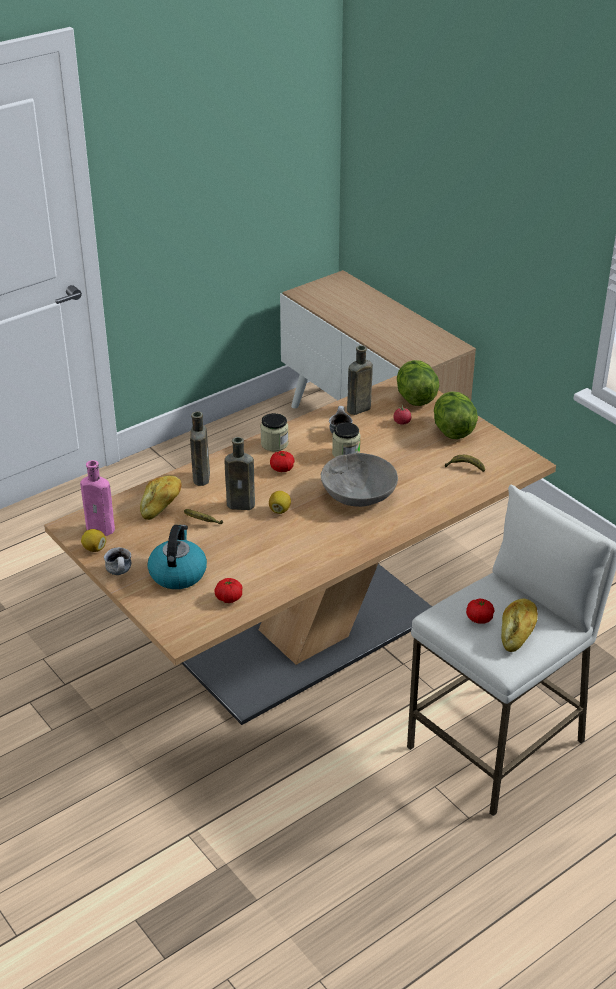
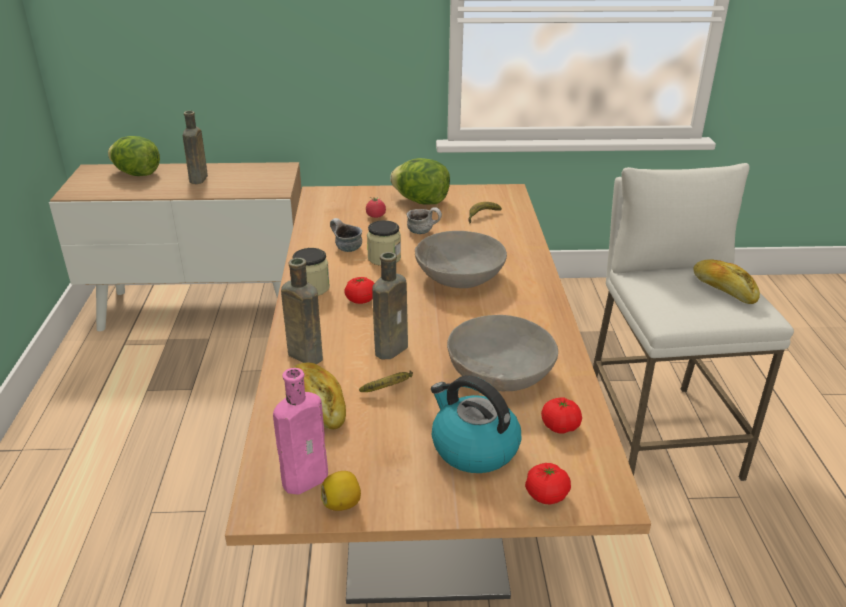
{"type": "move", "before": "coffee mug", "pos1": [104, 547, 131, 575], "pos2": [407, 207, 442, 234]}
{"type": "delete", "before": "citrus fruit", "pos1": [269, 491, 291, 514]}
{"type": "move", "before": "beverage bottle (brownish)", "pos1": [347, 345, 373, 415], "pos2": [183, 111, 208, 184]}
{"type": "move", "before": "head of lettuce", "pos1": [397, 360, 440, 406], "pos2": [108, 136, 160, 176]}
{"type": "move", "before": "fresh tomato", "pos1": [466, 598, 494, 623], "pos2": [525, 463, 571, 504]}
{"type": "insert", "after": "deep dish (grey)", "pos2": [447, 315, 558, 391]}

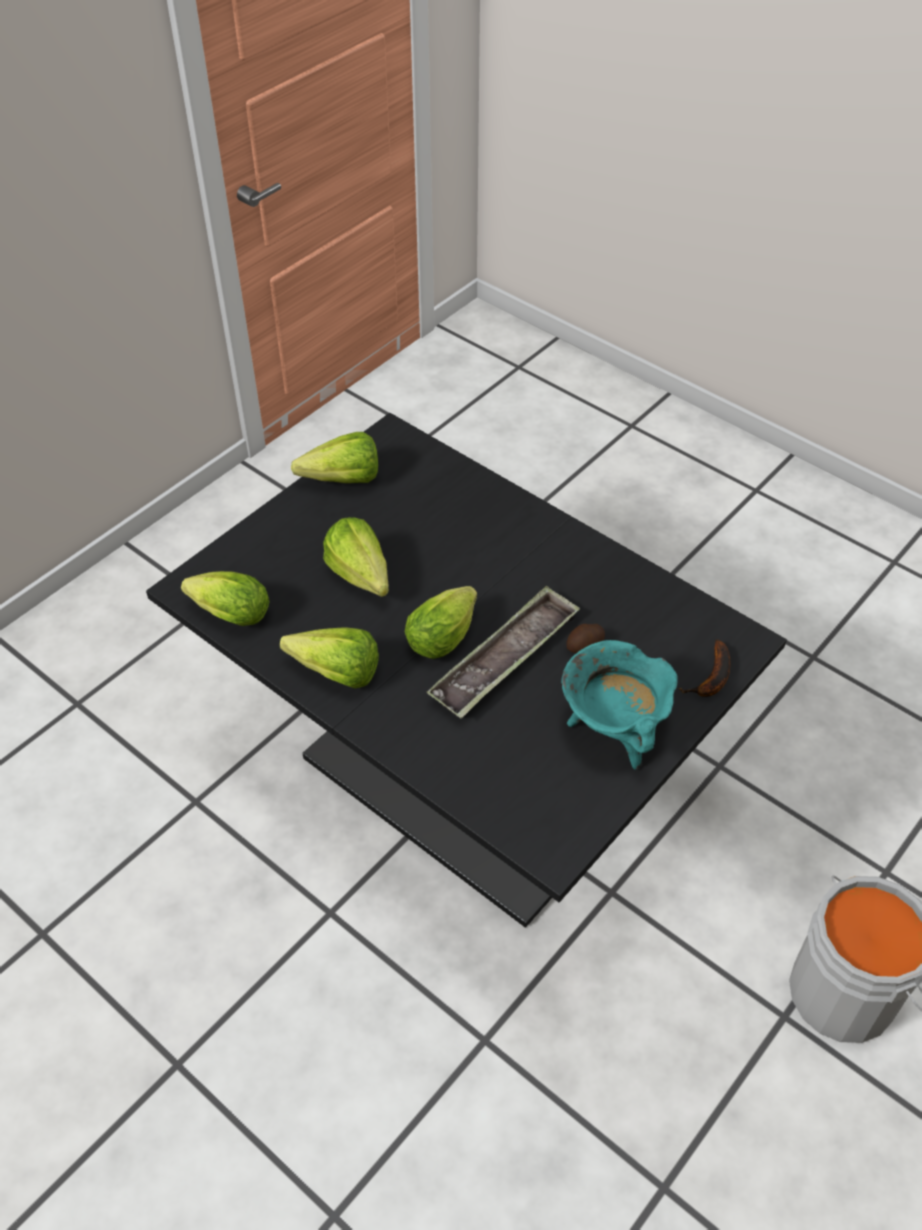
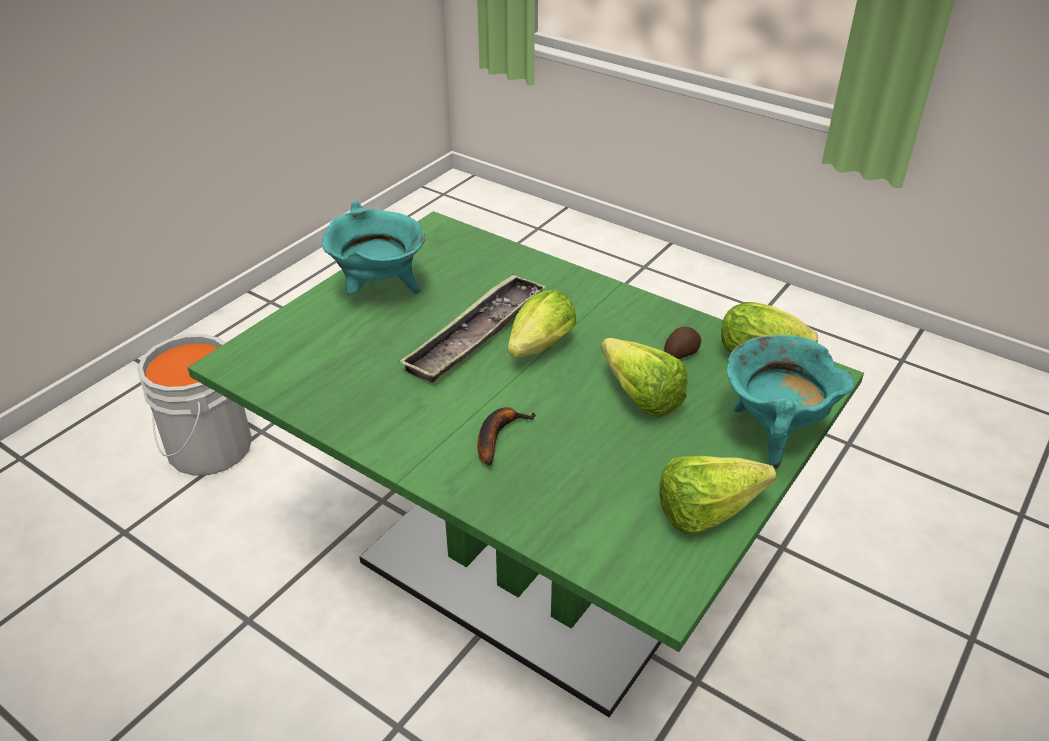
{"type": "recolor", "before": "kitchen table (black-coloured)", "after": "kitchen table (green)", "pos1": [146, 413, 787, 928], "pos2": [188, 211, 864, 717]}
{"type": "delete", "before": "head of lettuce", "pos1": [280, 627, 379, 689]}
{"type": "move", "before": "potato", "pos1": [566, 624, 605, 653], "pos2": [664, 327, 701, 359]}
{"type": "move", "before": "whole banana", "pos1": [678, 639, 730, 697], "pos2": [477, 407, 536, 466]}
{"type": "insert", "after": "saucepot (blue-green)", "pos2": [726, 335, 854, 469]}

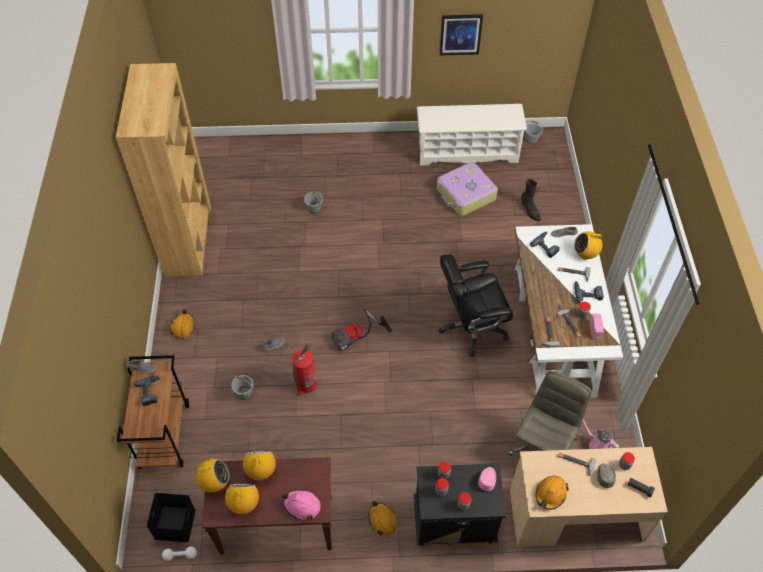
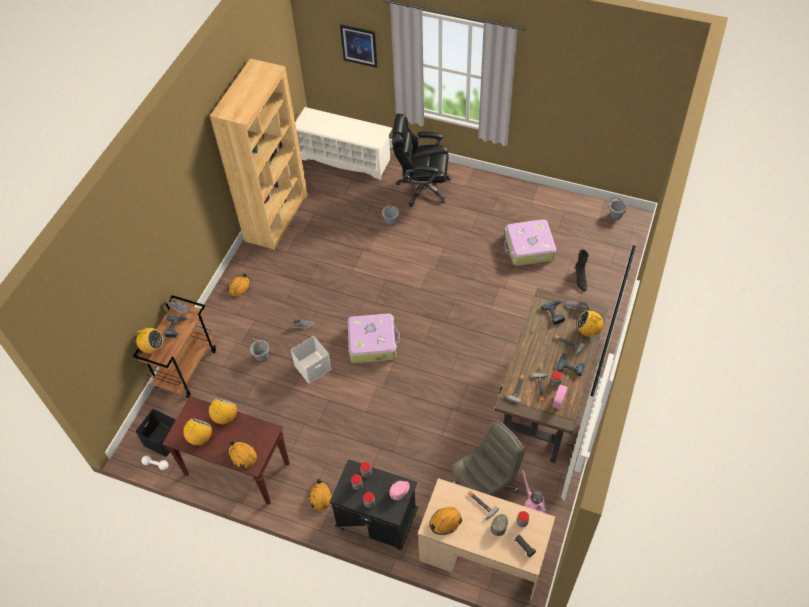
{"type": "move", "before": "radio", "pos1": [196, 459, 230, 493], "pos2": [132, 328, 163, 353]}
{"type": "recolor", "before": "safety helmet (pink)", "after": "safety helmet (orange)", "pos1": [282, 490, 321, 520], "pos2": [228, 440, 257, 469]}
{"type": "replace", "before": "extinguisher", "after": "storage bin (whitish)", "pos1": [292, 344, 317, 395], "pos2": [291, 336, 332, 383]}
{"type": "replace", "before": "hoover", "after": "suitcase", "pos1": [331, 309, 392, 351], "pos2": [347, 314, 400, 363]}
{"type": "move", "before": "shoe rack (whitish)", "pos1": [417, 104, 527, 166], "pos2": [295, 107, 392, 180]}
{"type": "move", "before": "picture", "pos1": [439, 14, 483, 55], "pos2": [340, 24, 378, 68]}
{"type": "move", "before": "desk chair (black-coloured)", "pos1": [439, 254, 513, 357], "pos2": [392, 114, 451, 207]}
{"type": "recolor", "before": "desk table (whitish)", "after": "desk table (brownish)", "pos1": [514, 224, 623, 398], "pos2": [495, 287, 609, 463]}

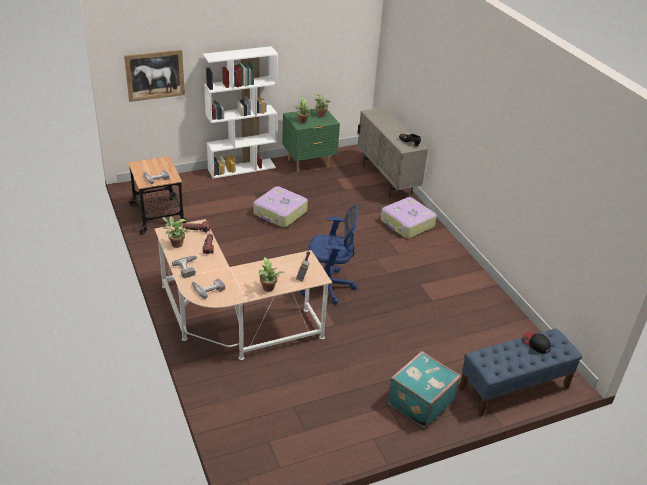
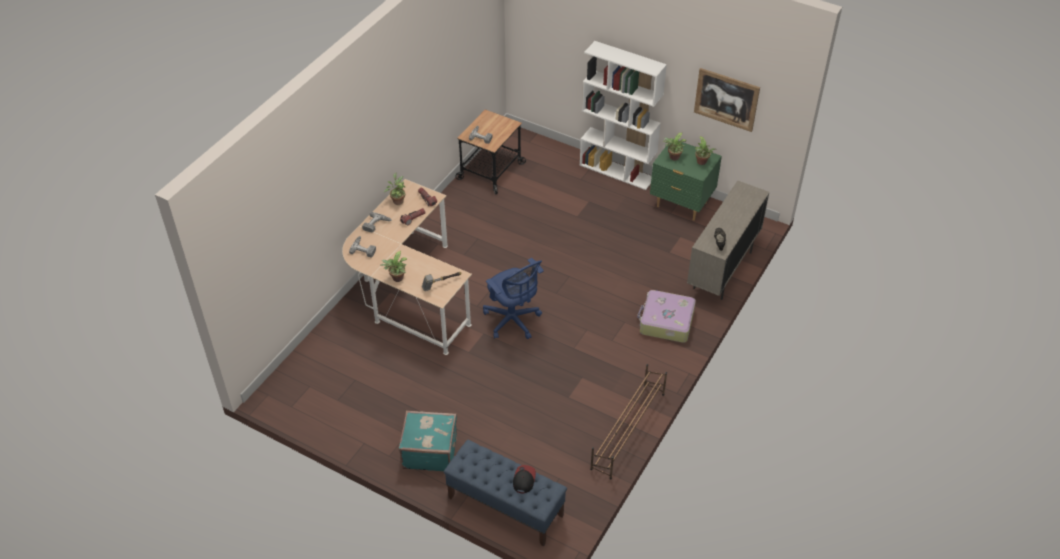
{"type": "move", "before": "picture", "pos1": [124, 49, 185, 102], "pos2": [694, 68, 760, 132]}
{"type": "delete", "before": "suitcase", "pos1": [253, 186, 308, 227]}
{"type": "insert", "after": "shoe rack (brownish)", "pos2": [590, 364, 667, 479]}

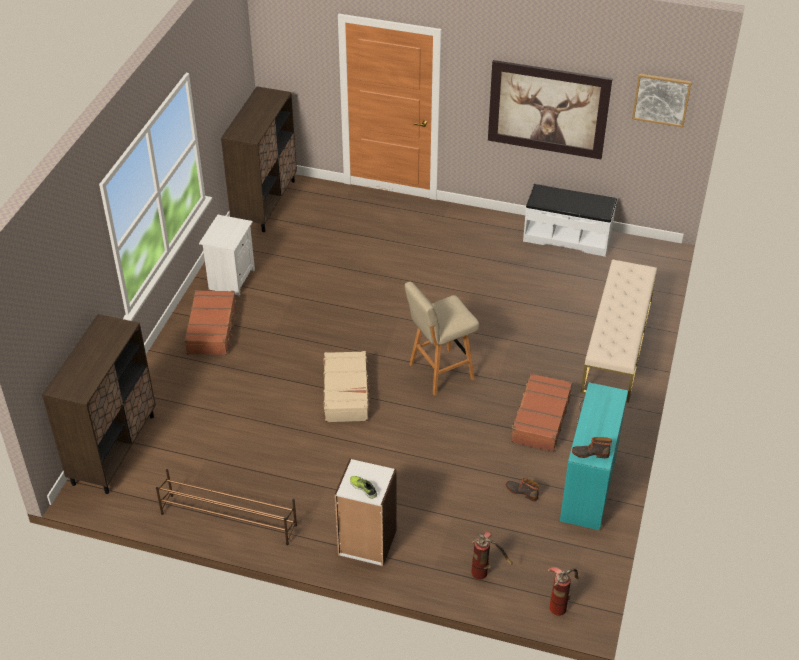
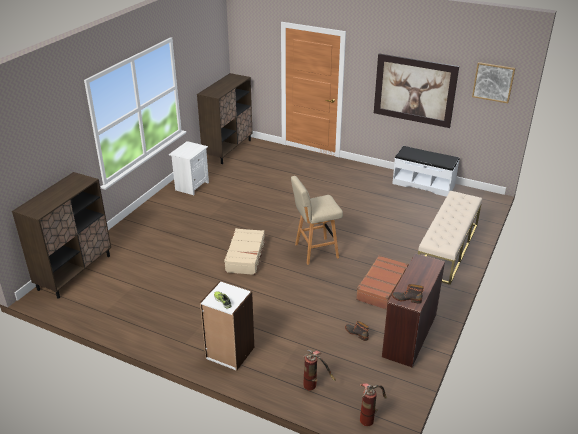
{"type": "delete", "before": "shoe rack (brownish)", "pos1": [156, 469, 297, 545]}
{"type": "delete", "before": "suitcase (brownish)", "pos1": [184, 290, 238, 355]}
{"type": "recolor", "before": "desk table (blue-green)", "after": "desk table (brownish)", "pos1": [560, 383, 628, 530], "pos2": [382, 253, 445, 367]}

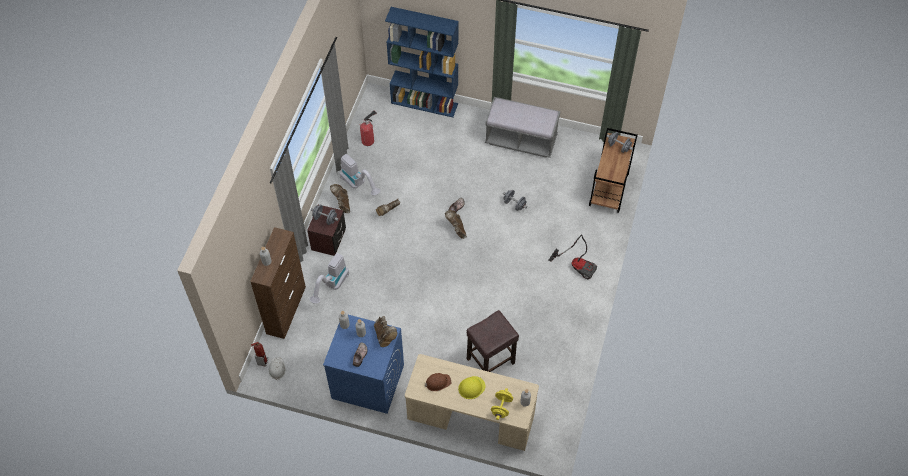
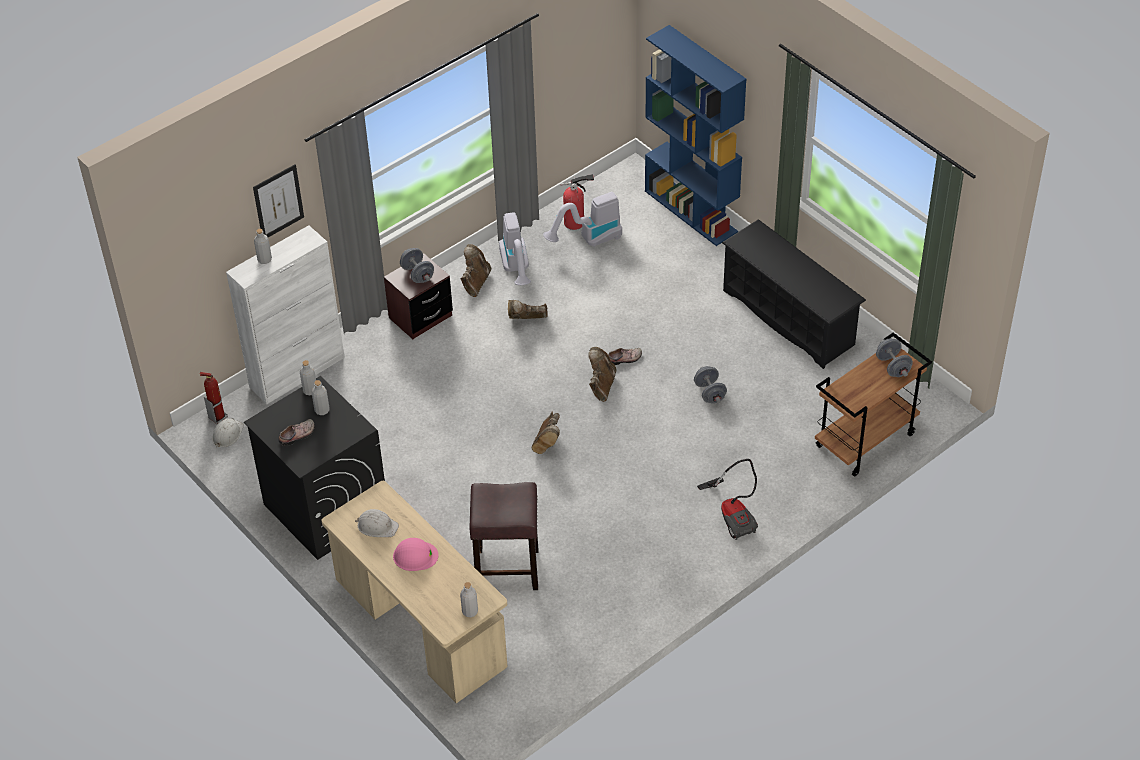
{"type": "recolor", "before": "storage cabinet (brownish)", "after": "storage cabinet (whitish)", "pos1": [250, 227, 306, 339], "pos2": [226, 225, 345, 405]}
{"type": "move", "before": "hoover", "pos1": [309, 253, 349, 304], "pos2": [543, 192, 622, 247]}
{"type": "recolor", "before": "laundry machine (blue)", "after": "laundry machine (black-coloured)", "pos1": [323, 315, 404, 414], "pos2": [244, 376, 385, 560]}
{"type": "move", "before": "boot (brownish)", "pos1": [374, 316, 397, 347], "pos2": [532, 412, 560, 454]}
{"type": "recolor", "before": "safety helmet (brownish)", "after": "safety helmet (whitish)", "pos1": [425, 373, 452, 391], "pos2": [355, 509, 399, 537]}
{"type": "recolor", "before": "safety helmet (yellow)", "after": "safety helmet (pink)", "pos1": [458, 376, 485, 399], "pos2": [393, 538, 438, 571]}
{"type": "replace", "before": "long seat (grey)", "after": "shoe rack (black-coloured)", "pos1": [485, 97, 560, 158], "pos2": [722, 219, 866, 369]}
{"type": "delete", "before": "hand weight (yellow)", "pos1": [491, 388, 513, 420]}
{"type": "insert", "after": "picture", "pos2": [253, 164, 304, 237]}

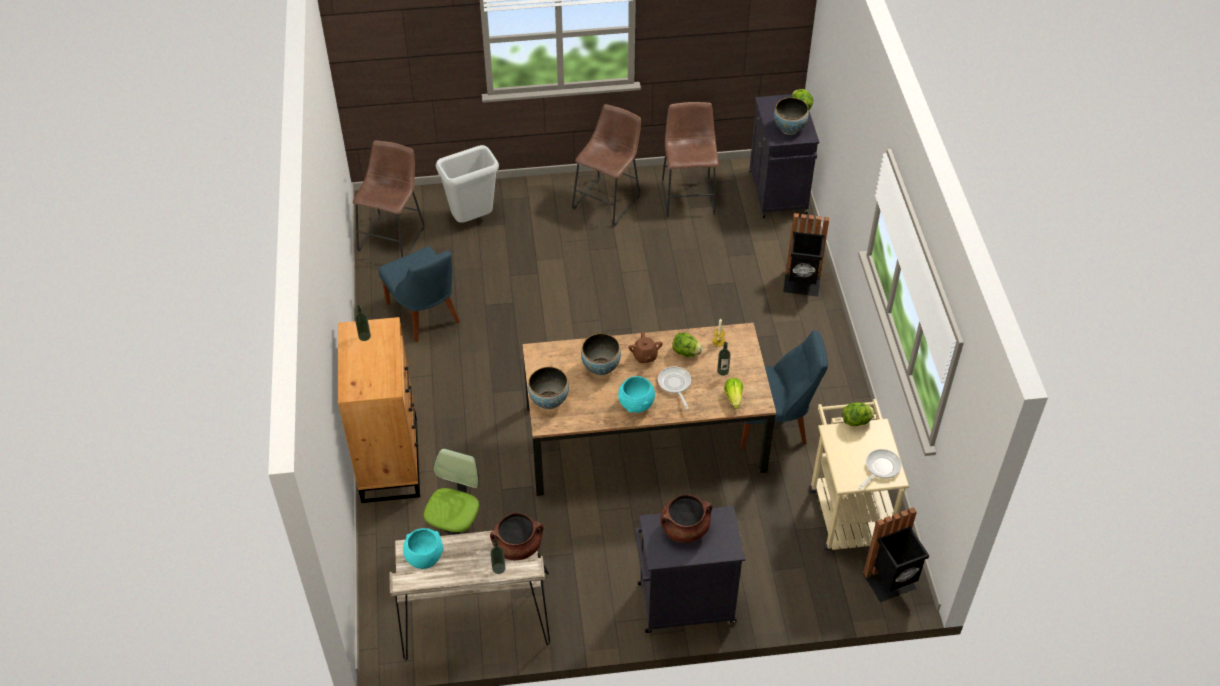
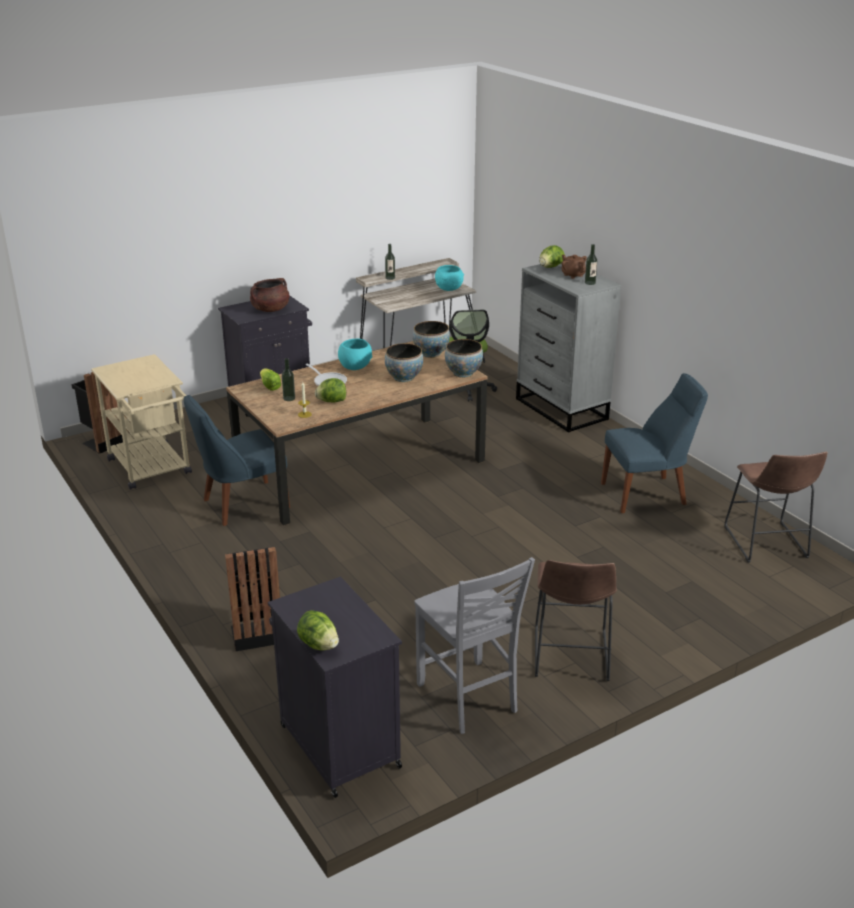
{"type": "recolor", "before": "drawer chest (brownish)", "after": "drawer chest (grey)", "pos1": [338, 317, 420, 503], "pos2": [516, 263, 621, 433]}
{"type": "rotate", "before": "chair (blue)", "pos1": [379, 246, 460, 342], "pos2": [601, 373, 708, 513], "turn": 135}
{"type": "delete", "before": "rubbish bin (grey)", "pos1": [436, 145, 499, 223]}
{"type": "delete", "before": "saucepot (brownish)", "pos1": [490, 513, 544, 561]}
{"type": "move", "before": "tea pot (brownish)", "pos1": [628, 332, 663, 363], "pos2": [562, 255, 587, 279]}
{"type": "replace", "before": "stool seat (brownish)", "after": "chair (grey)", "pos1": [662, 102, 719, 217], "pos2": [414, 557, 535, 734]}
{"type": "move", "before": "deep dish", "pos1": [774, 97, 809, 135], "pos2": [445, 339, 483, 378]}
{"type": "move", "before": "head of lettuce", "pos1": [842, 402, 874, 426], "pos2": [539, 245, 565, 268]}
{"type": "delete", "before": "pan", "pos1": [858, 449, 901, 490]}

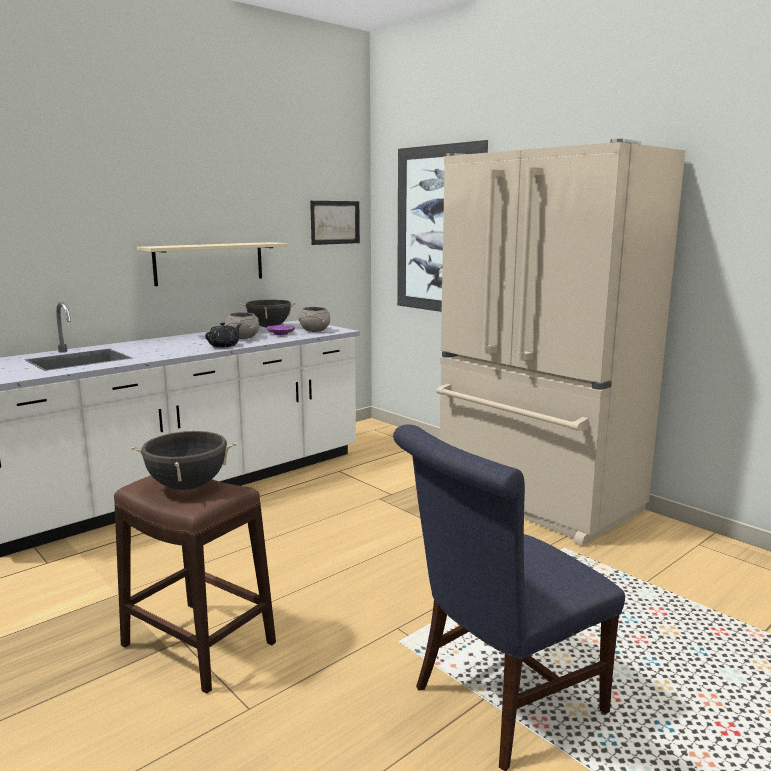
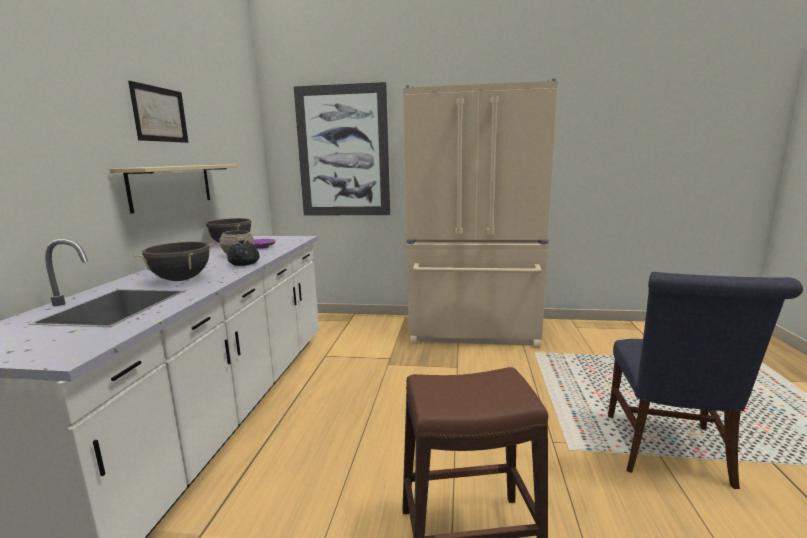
{"type": "move", "before": "saucepot (black-coloured)", "pos1": [132, 430, 237, 490], "pos2": [135, 242, 214, 281]}
{"type": "delete", "before": "deep dish (grey)", "pos1": [298, 307, 330, 332]}
{"type": "move", "before": "picture", "pos1": [310, 201, 360, 245], "pos2": [128, 81, 188, 143]}

